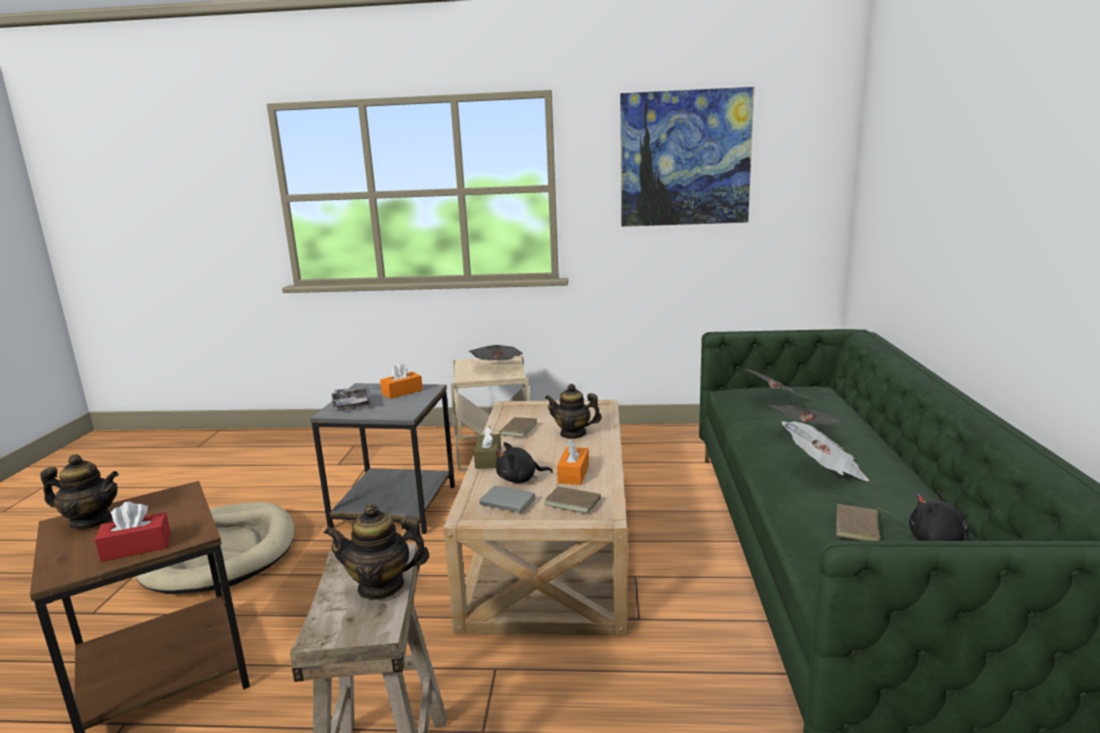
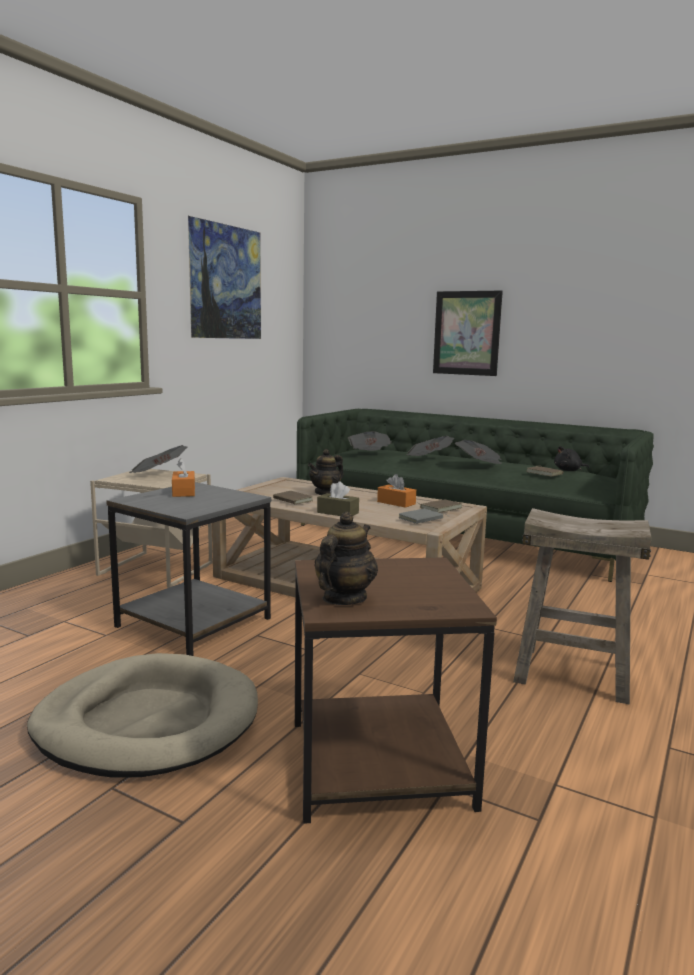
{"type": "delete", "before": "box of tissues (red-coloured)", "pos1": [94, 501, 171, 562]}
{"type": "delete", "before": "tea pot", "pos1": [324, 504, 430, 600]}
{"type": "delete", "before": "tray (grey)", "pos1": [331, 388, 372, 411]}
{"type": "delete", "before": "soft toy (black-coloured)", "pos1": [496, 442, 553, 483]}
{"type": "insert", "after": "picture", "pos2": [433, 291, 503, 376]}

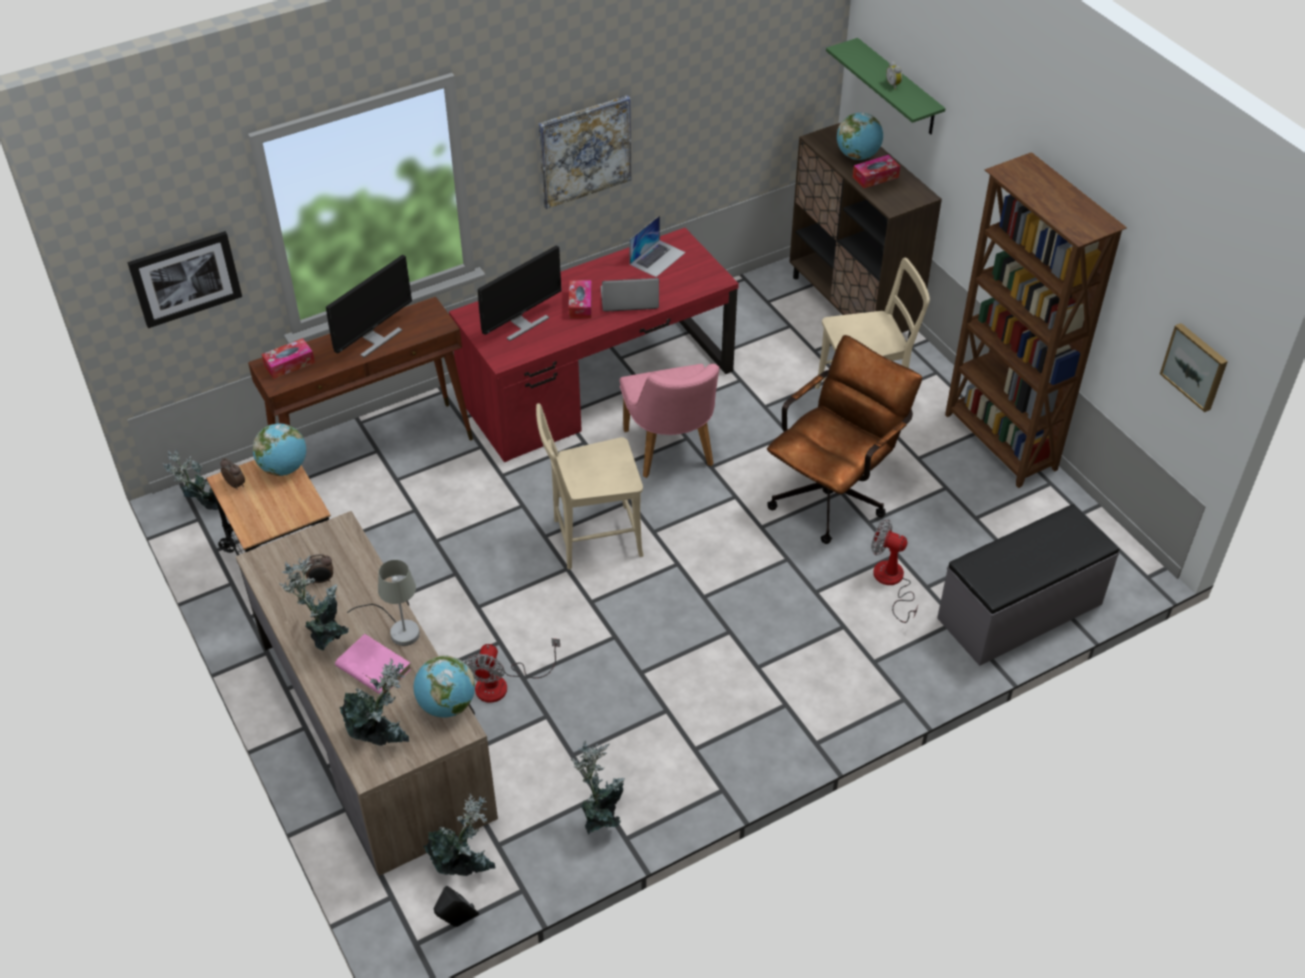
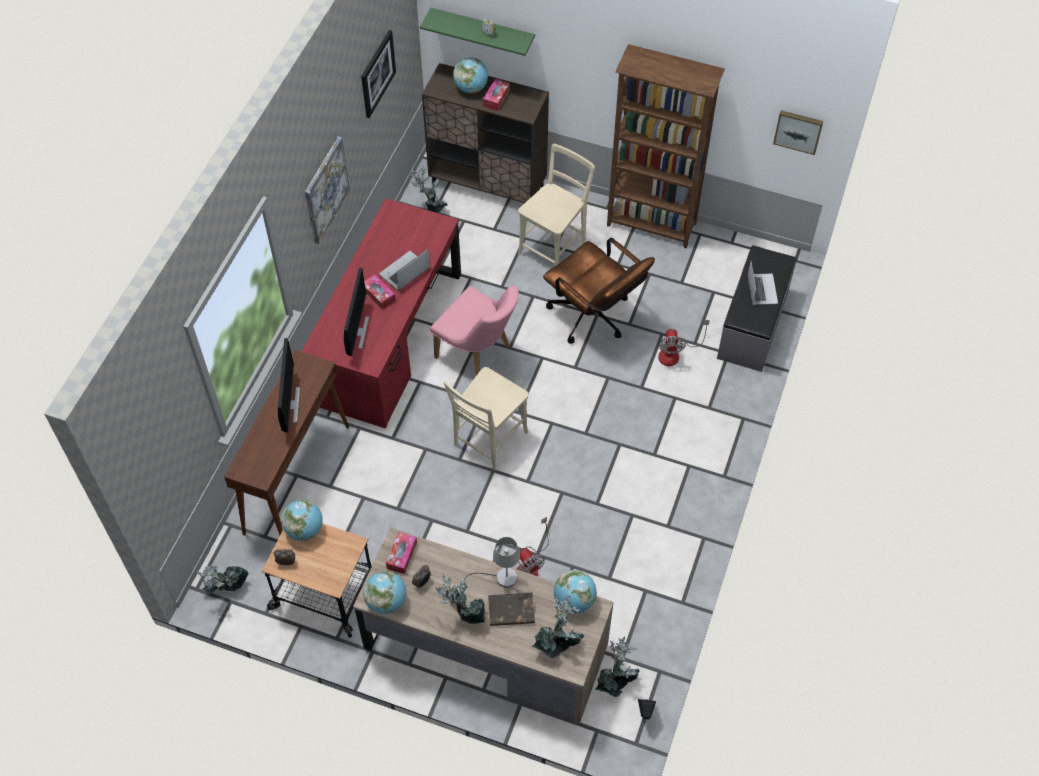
{"type": "move", "before": "picture", "pos1": [127, 231, 242, 328], "pos2": [361, 30, 396, 118]}
{"type": "move", "before": "box of tissues", "pos1": [261, 338, 315, 379], "pos2": [386, 532, 417, 574]}
{"type": "recolor", "before": "volume (pink)", "after": "volume (brownish)", "pos1": [335, 634, 411, 694], "pos2": [488, 592, 535, 626]}
{"type": "move", "before": "potted plant", "pos1": [571, 741, 625, 835], "pos2": [411, 164, 448, 214]}
{"type": "move", "before": "notebook computer", "pos1": [629, 215, 686, 277], "pos2": [748, 261, 778, 305]}
{"type": "rotate", "before": "desk chair (brownish)", "pos1": [767, 335, 922, 544], "pos2": [543, 238, 655, 344], "turn": 135}
{"type": "rotate", "before": "cooling fan", "pos1": [871, 519, 918, 623], "pos2": [658, 320, 710, 366], "turn": -75}
{"type": "insert", "after": "world globe", "pos2": [363, 571, 406, 614]}

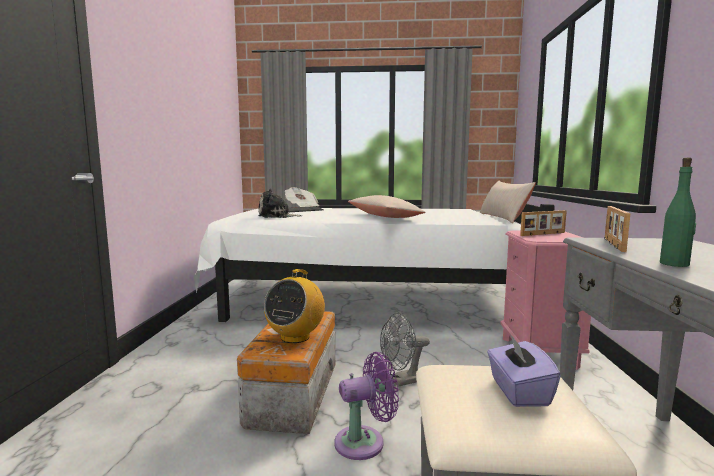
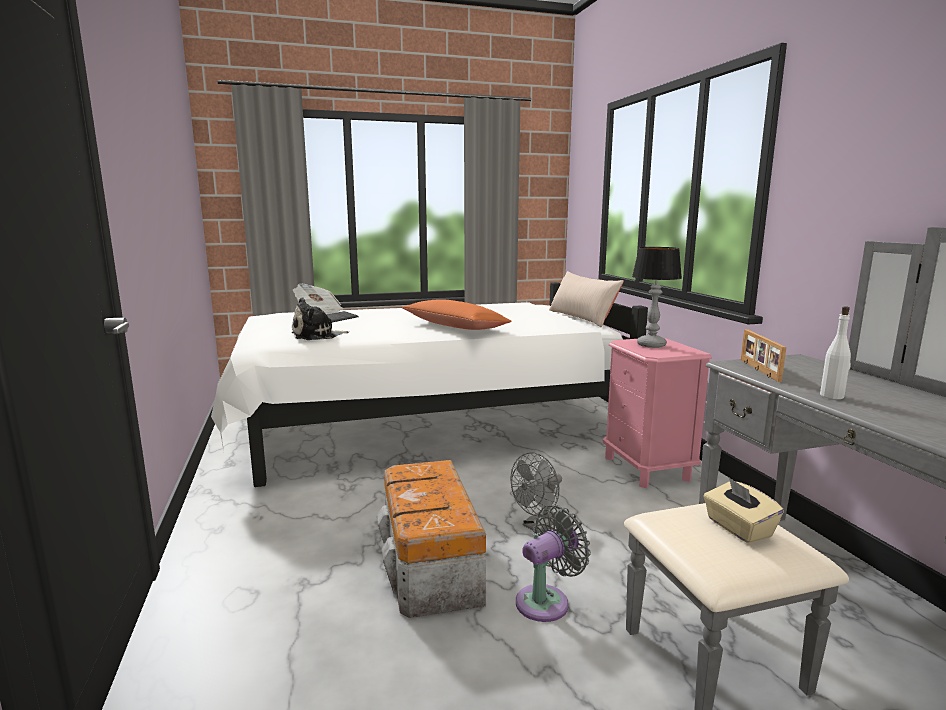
{"type": "delete", "before": "radio", "pos1": [264, 269, 325, 343]}
{"type": "recolor", "before": "cooling fan (purplish)", "after": "cooling fan (grey)", "pos1": [334, 352, 399, 460], "pos2": [516, 505, 591, 622]}
{"type": "recolor", "before": "throw pillow (beige-coloured)", "after": "throw pillow (orange)", "pos1": [348, 195, 426, 218], "pos2": [402, 299, 512, 330]}
{"type": "recolor", "before": "box of tissues (purplish)", "after": "box of tissues (beige-coloured)", "pos1": [487, 334, 561, 407], "pos2": [703, 478, 784, 543]}
{"type": "replace", "before": "picture frame", "after": "table lamp", "pos1": [520, 210, 567, 236], "pos2": [632, 247, 682, 348]}
{"type": "recolor", "before": "beverage bottle (green)", "after": "beverage bottle (whitish)", "pos1": [660, 157, 696, 267], "pos2": [820, 306, 851, 399]}

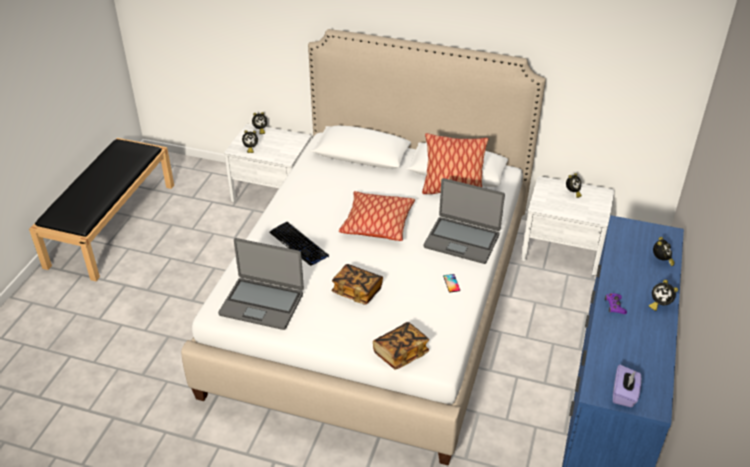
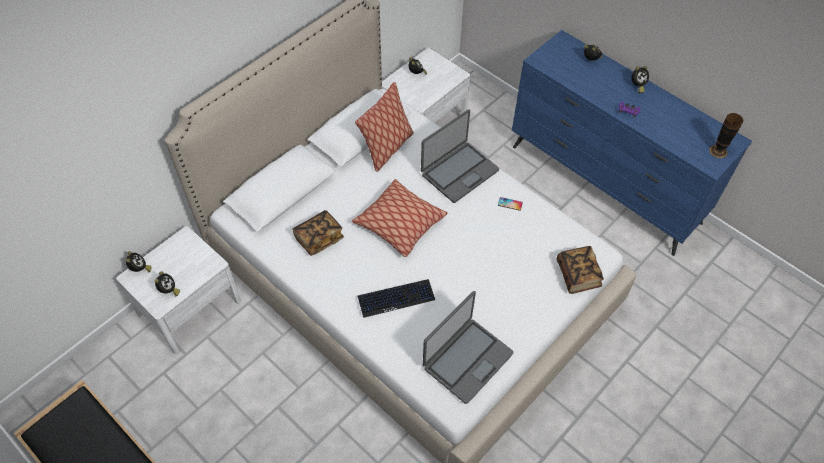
{"type": "move", "before": "volume", "pos1": [331, 264, 383, 305], "pos2": [292, 210, 344, 256]}
{"type": "replace", "before": "box of tissues (purplish)", "after": "decorative vase", "pos1": [613, 365, 641, 407], "pos2": [709, 113, 743, 158]}

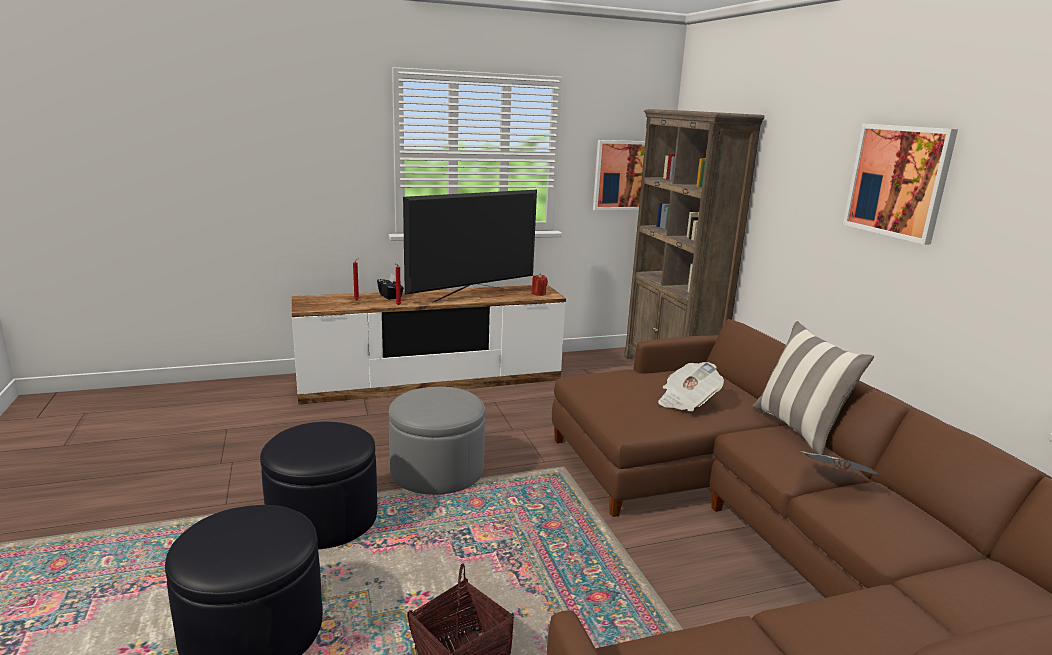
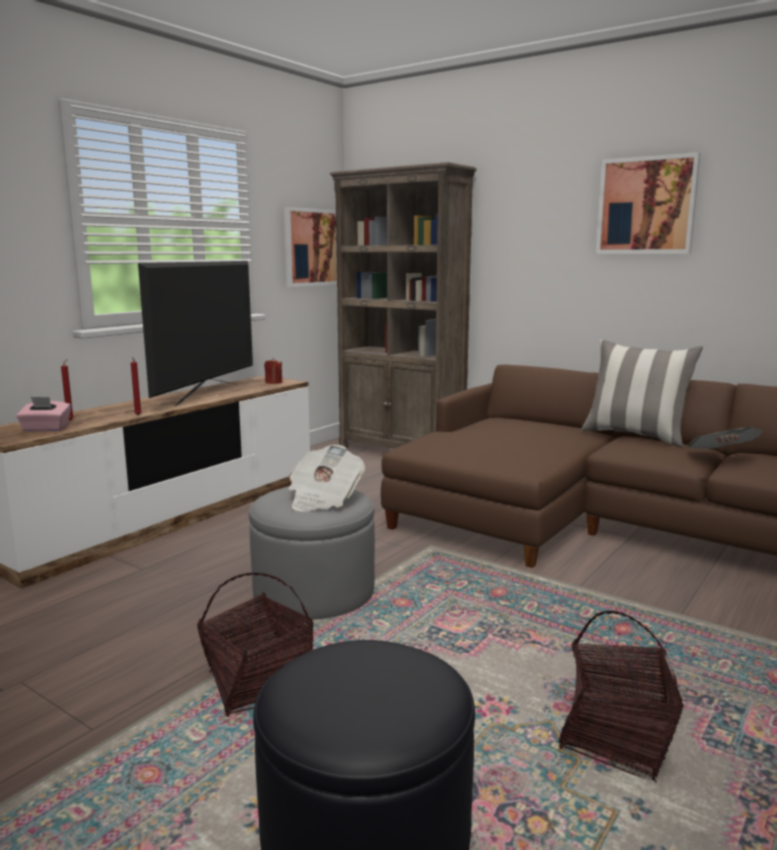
{"type": "replace", "before": "footrest (black-coloured)", "after": "storage basket", "pos1": [260, 422, 377, 549], "pos2": [197, 573, 314, 717]}
{"type": "delete", "before": "box of tissues (black-coloured)", "pos1": [377, 273, 404, 300]}
{"type": "move", "before": "printed paper", "pos1": [658, 362, 724, 411], "pos2": [288, 445, 365, 512]}
{"type": "insert", "after": "box of tissues (pink)", "pos2": [16, 397, 71, 432]}

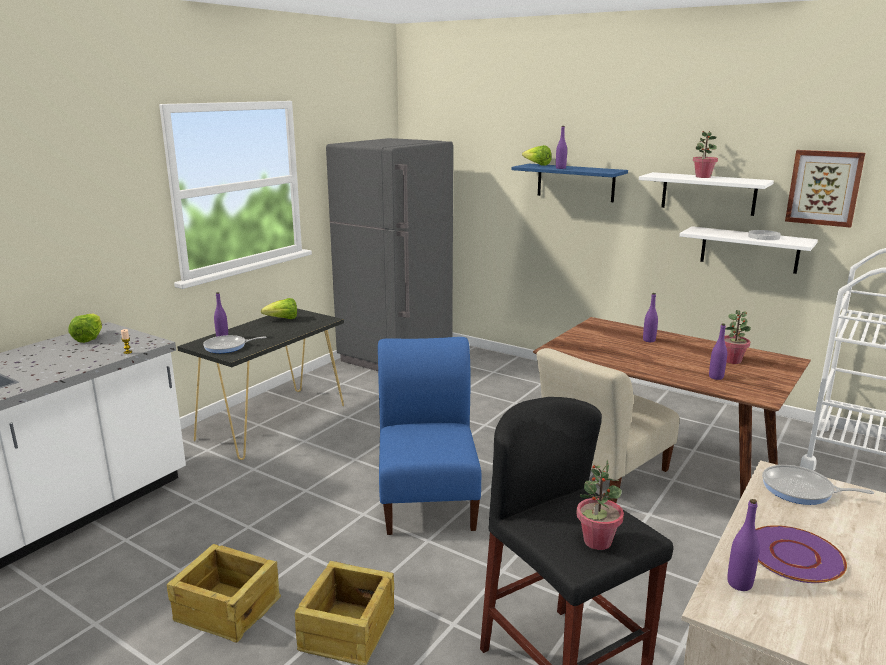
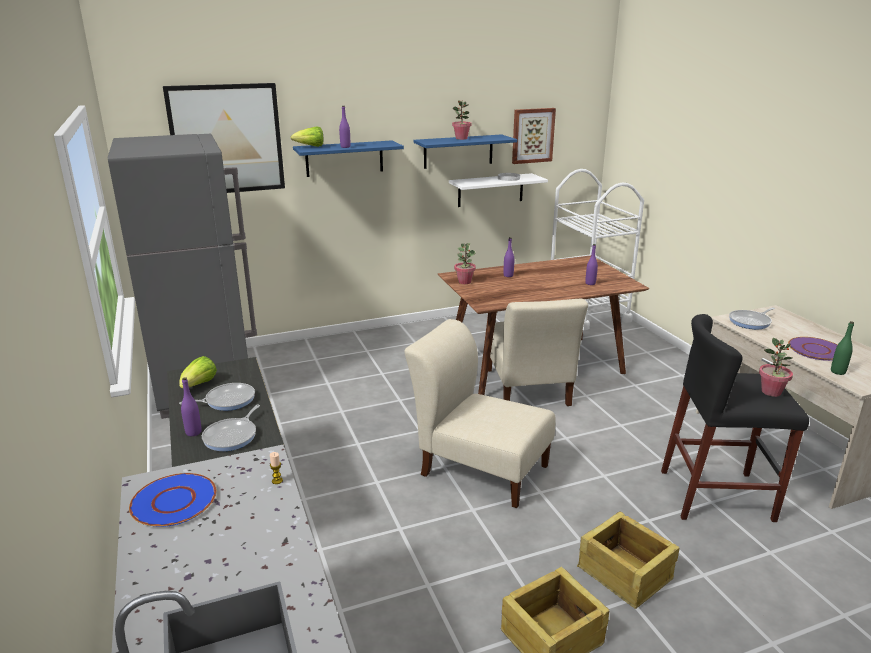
{"type": "replace", "before": "head of lettuce", "after": "dinner plate (blue)", "pos1": [68, 314, 102, 343], "pos2": [129, 473, 217, 527]}
{"type": "recolor", "before": "chair (blue)", "after": "chair (beige-coloured)", "pos1": [378, 337, 481, 535], "pos2": [404, 319, 556, 508]}
{"type": "recolor", "before": "shelf (whitish)", "after": "shelf (blue)", "pos1": [639, 172, 774, 216], "pos2": [413, 134, 517, 169]}
{"type": "move", "before": "potted plant", "pos1": [724, 310, 751, 364], "pos2": [454, 243, 476, 284]}
{"type": "recolor", "before": "beverage bottle (purplish)", "after": "beverage bottle (green)", "pos1": [727, 499, 760, 591], "pos2": [831, 321, 854, 375]}
{"type": "insert", "after": "picture", "pos2": [163, 83, 285, 193]}
{"type": "insert", "after": "pan", "pos2": [179, 383, 255, 411]}

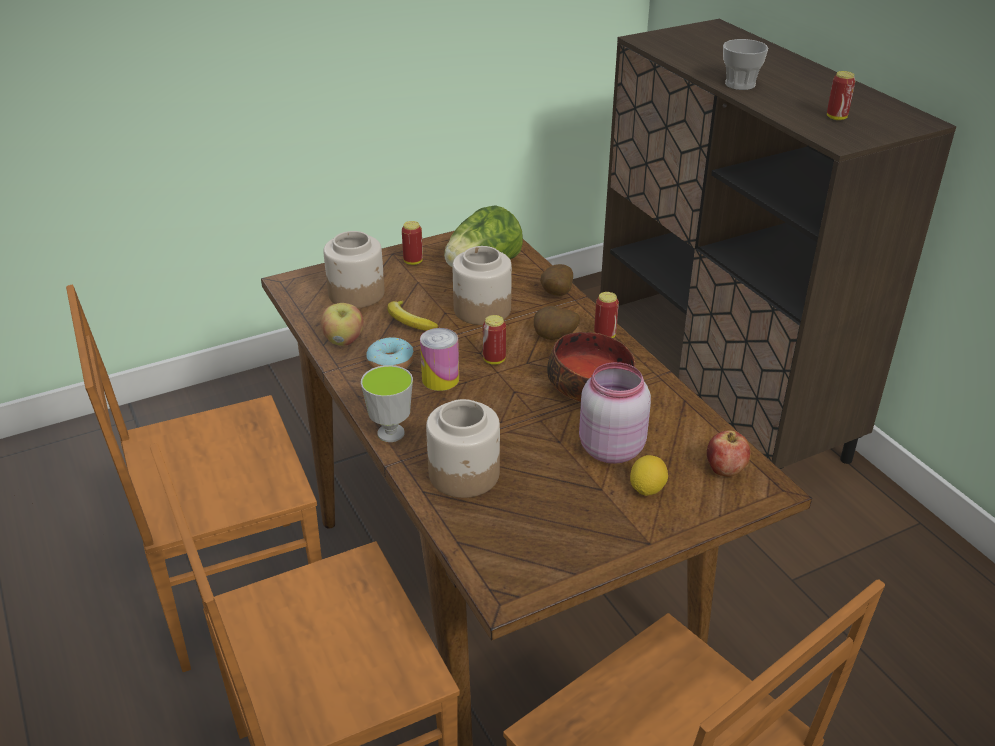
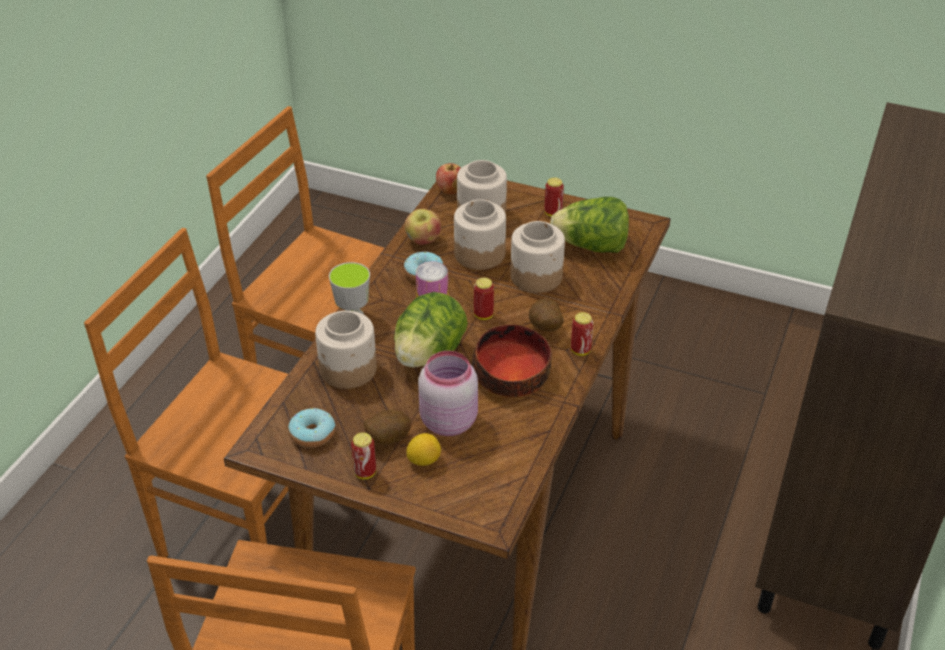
{"type": "replace", "before": "whole banana", "after": "jar", "pos1": [387, 300, 438, 331], "pos2": [454, 199, 506, 270]}
{"type": "move", "before": "potato", "pos1": [540, 264, 573, 296], "pos2": [364, 410, 411, 444]}
{"type": "move", "before": "whole apple", "pos1": [707, 431, 751, 477], "pos2": [436, 163, 461, 195]}
{"type": "delete", "before": "cup", "pos1": [723, 39, 768, 90]}
{"type": "move", "before": "sealed can", "pos1": [827, 71, 855, 120], "pos2": [351, 432, 376, 479]}
{"type": "insert", "after": "doughnut", "pos2": [288, 408, 335, 448]}
{"type": "insert", "after": "head of lettuce", "pos2": [394, 292, 468, 368]}

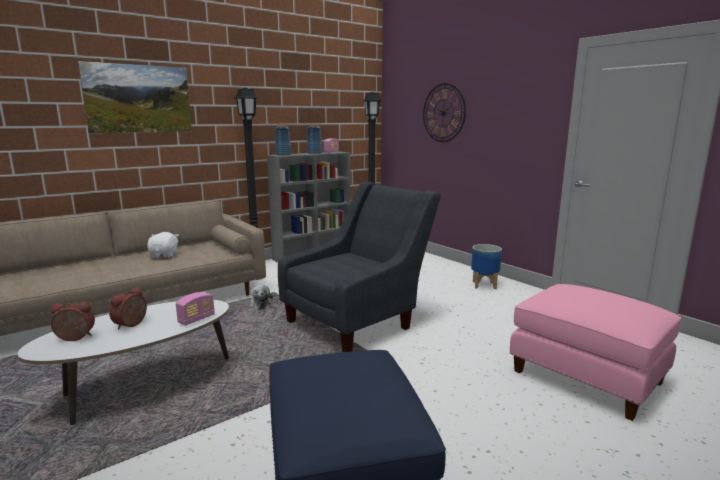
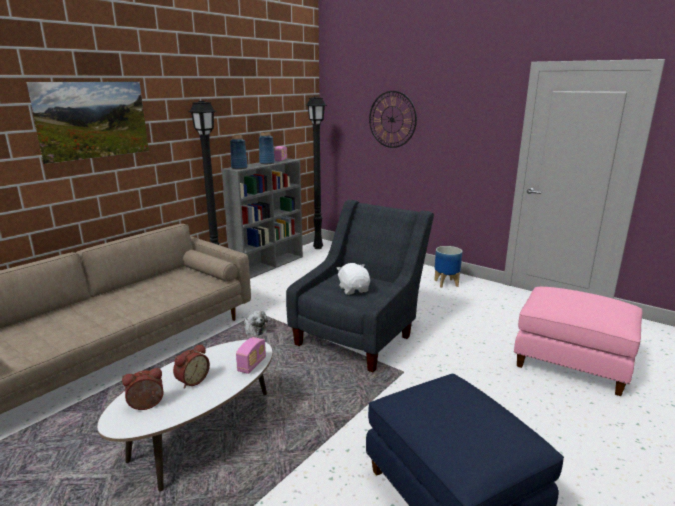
{"type": "rotate", "before": "bedside clock", "pos1": [109, 287, 147, 330], "pos2": [173, 344, 210, 389], "turn": -150}
{"type": "move", "before": "soft toy (whitish)", "pos1": [147, 232, 179, 258], "pos2": [336, 263, 370, 295]}

